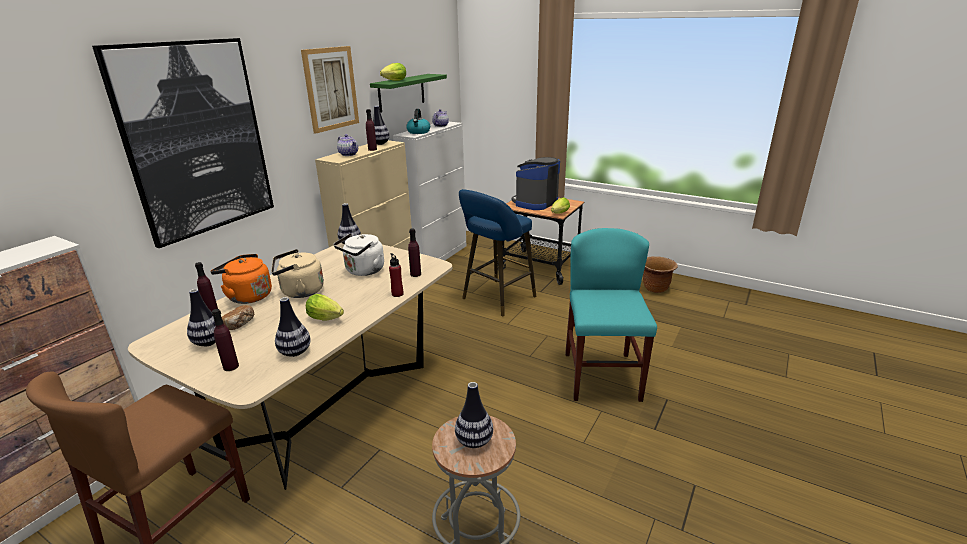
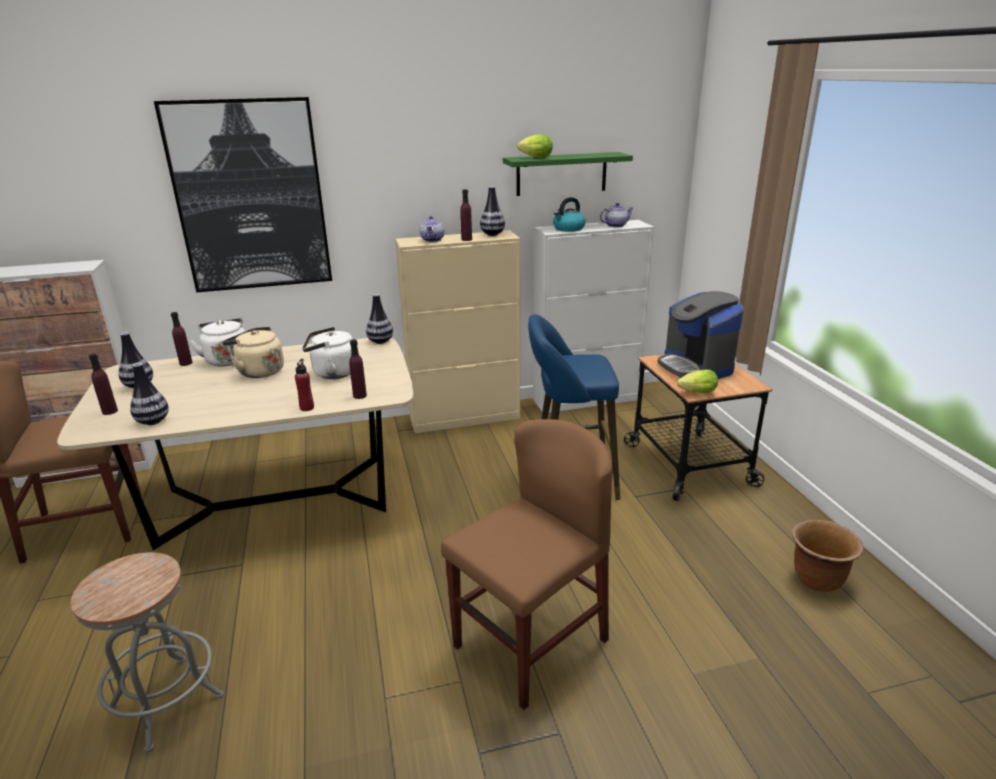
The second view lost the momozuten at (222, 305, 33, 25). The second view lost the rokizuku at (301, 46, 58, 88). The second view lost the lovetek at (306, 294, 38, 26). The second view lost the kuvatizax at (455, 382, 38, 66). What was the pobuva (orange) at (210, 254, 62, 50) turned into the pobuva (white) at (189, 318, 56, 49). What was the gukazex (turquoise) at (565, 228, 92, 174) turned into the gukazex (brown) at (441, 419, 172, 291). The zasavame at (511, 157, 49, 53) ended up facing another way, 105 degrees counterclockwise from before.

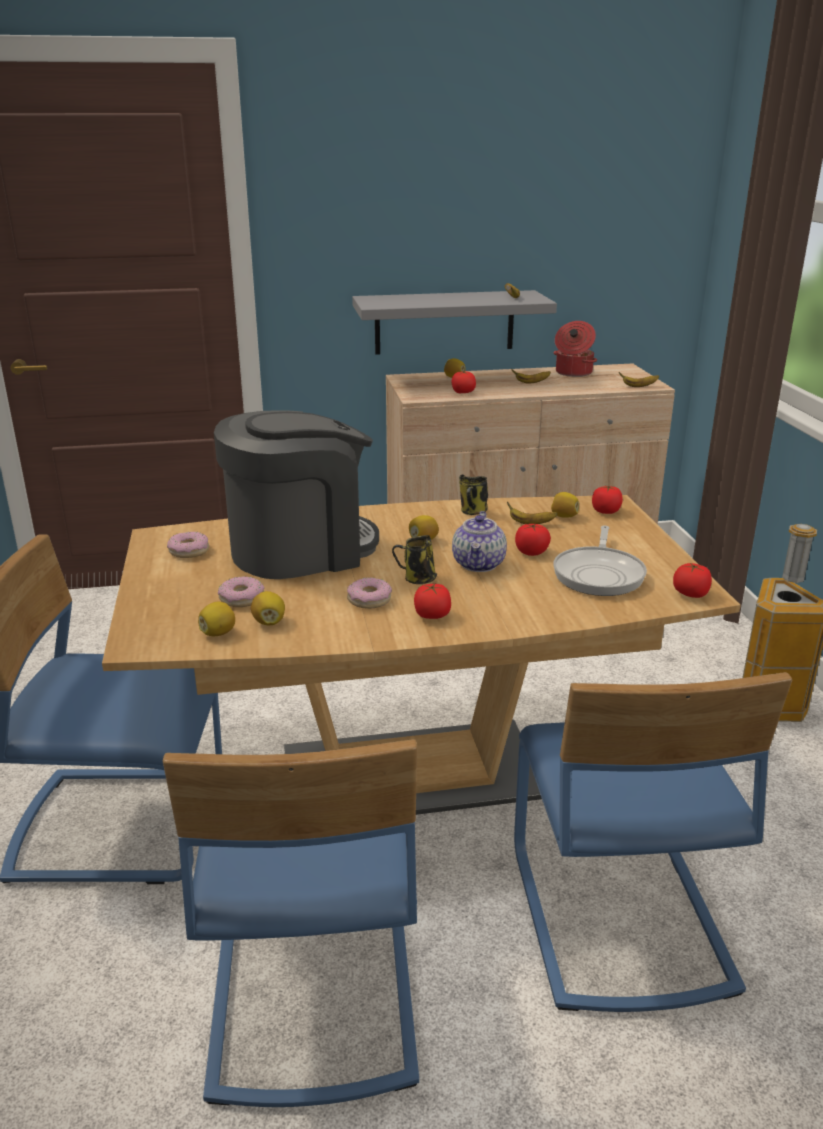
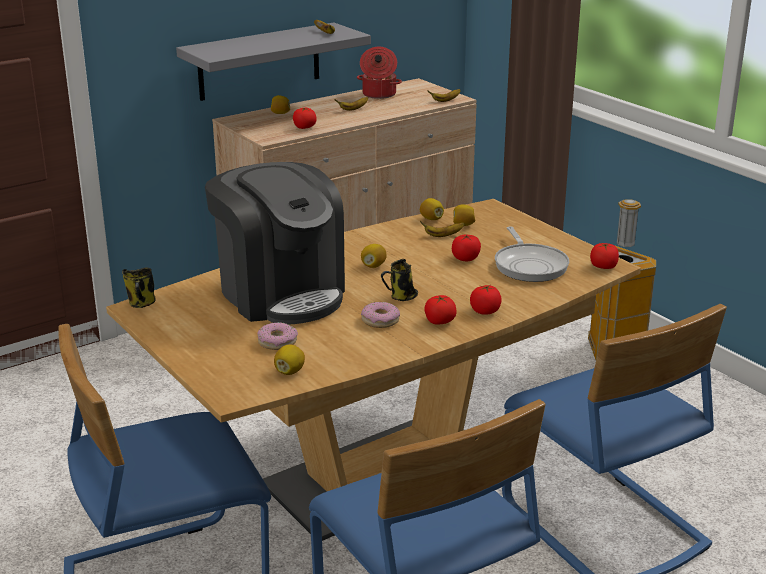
The second view lost the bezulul at (167, 532, 42, 26). The second view lost the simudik at (452, 511, 55, 61). The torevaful ended up elsewhere, having gone from (251, 591, 34, 34) to (420, 198, 24, 22). The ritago ended up elsewhere, having gone from (459, 475, 29, 40) to (122, 268, 34, 40). The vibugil ended up elsewhere, having gone from (592, 485, 31, 29) to (470, 285, 32, 30). The zasavame at (214, 410, 165, 169) ended up facing another way, 105 degrees clockwise from before.

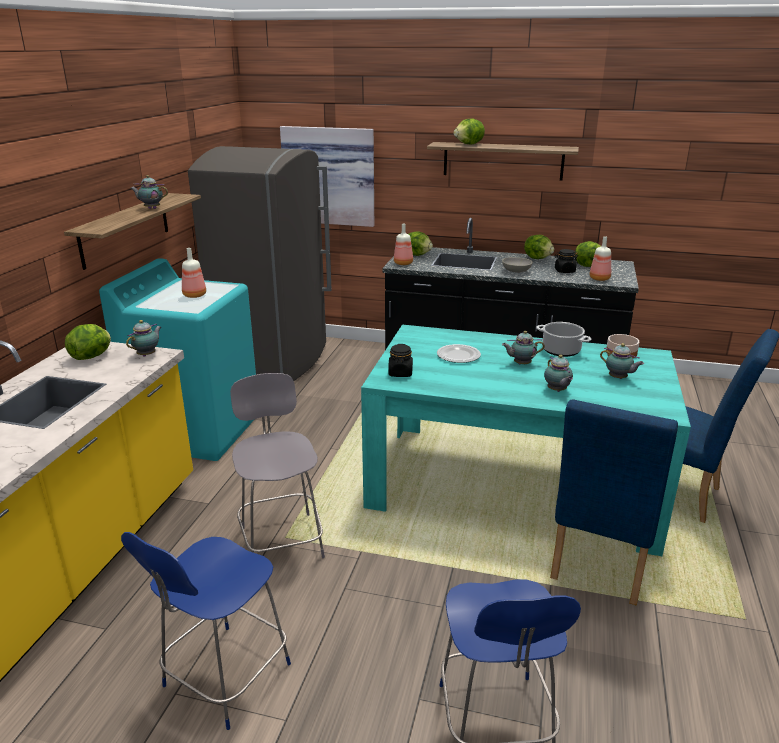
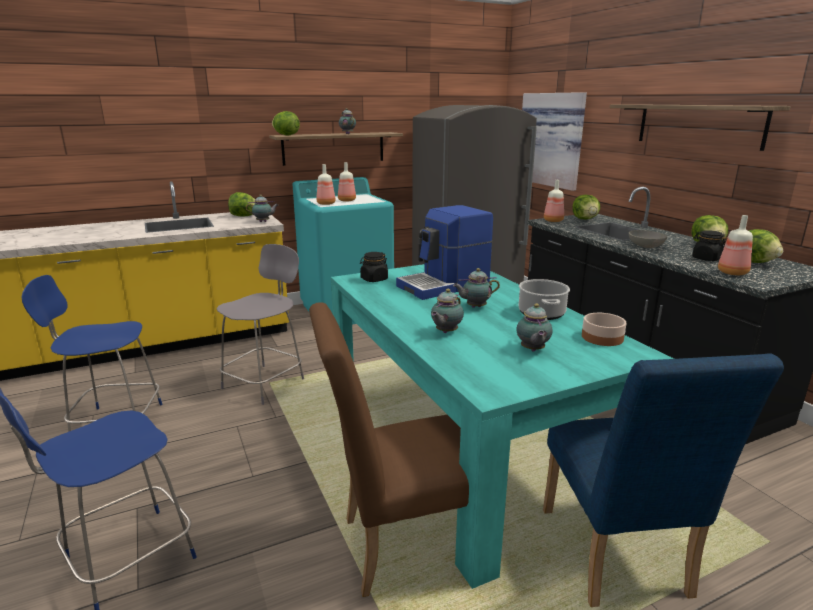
The second view gained the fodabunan at (316, 164, 20, 41). The lovetek ended up elsewhere, having gone from (454, 118, 31, 26) to (272, 111, 28, 25). Where the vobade stood at (437, 344, 44, 19), the zasavame came to stand at (396, 205, 97, 95). What was the gukazex (blue) at (550, 399, 128, 207) turned into the gukazex (brown) at (309, 302, 160, 295). The simudik at (502, 331, 43, 34) ended up facing another way, 60 degrees counterclockwise from before.

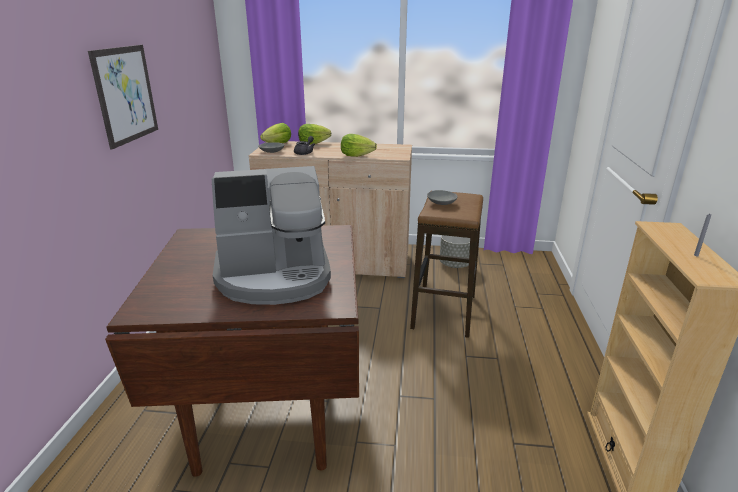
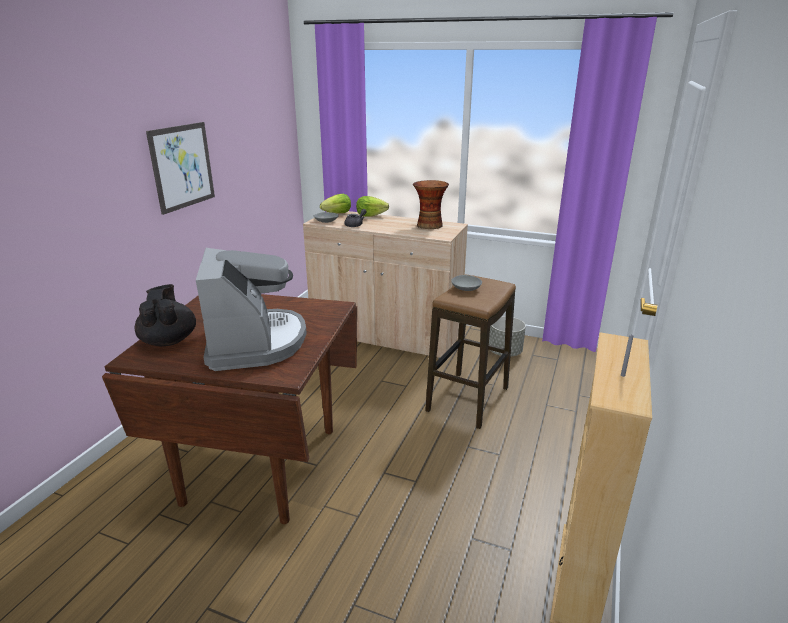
The second view lost the lovetek at (341, 134, 36, 23). The second view gained the simudik (black) at (135, 284, 61, 62). The second view gained the kuvatizax at (413, 180, 36, 49). The zasavame at (212, 166, 119, 139) ended up facing another way, 105 degrees counterclockwise from before.

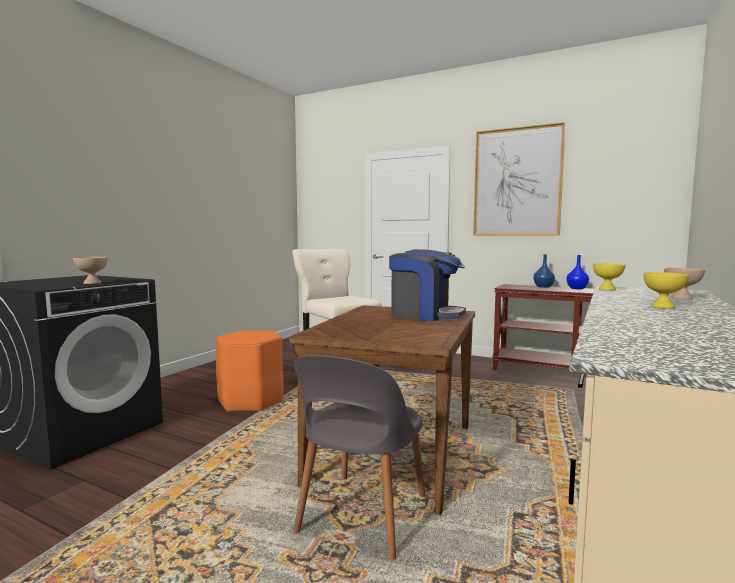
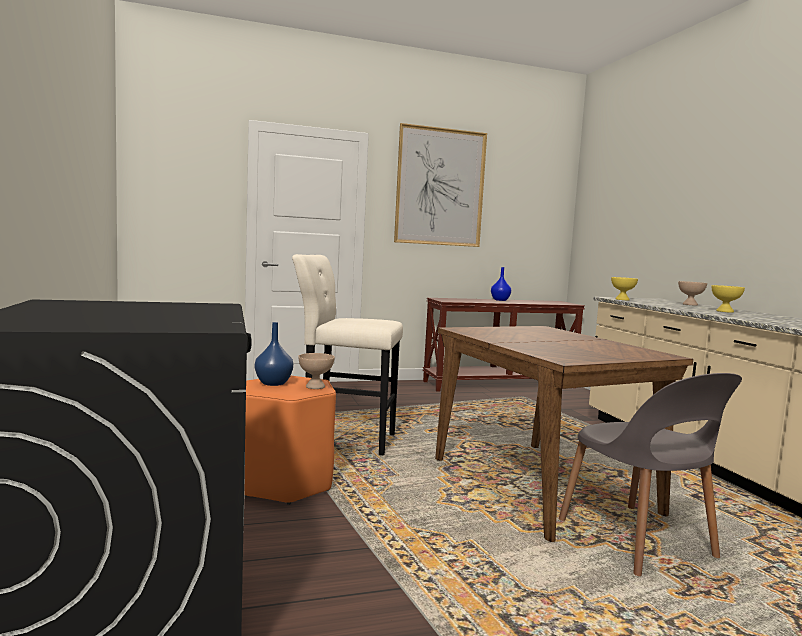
The second view lost the zasavame at (389, 249, 77, 72). The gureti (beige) ended up elsewhere, having gone from (73, 257, 35, 27) to (298, 353, 37, 36). The kuvatizax (blue) ended up elsewhere, having gone from (533, 254, 22, 34) to (255, 322, 38, 64).

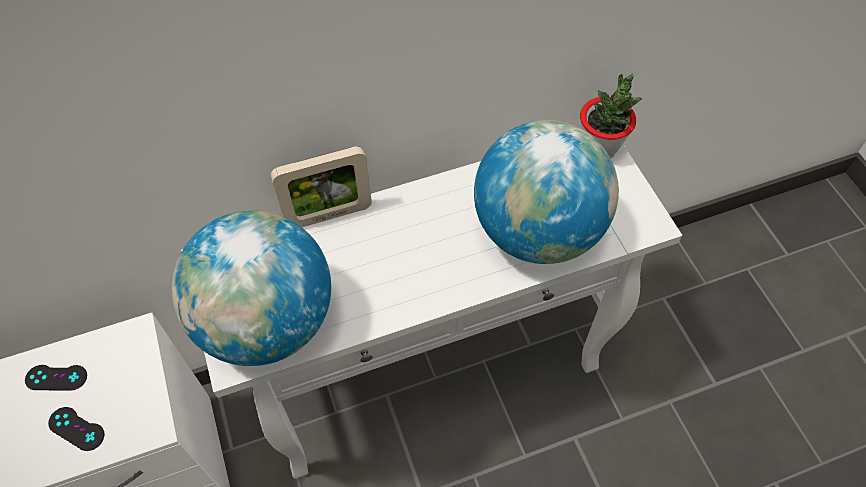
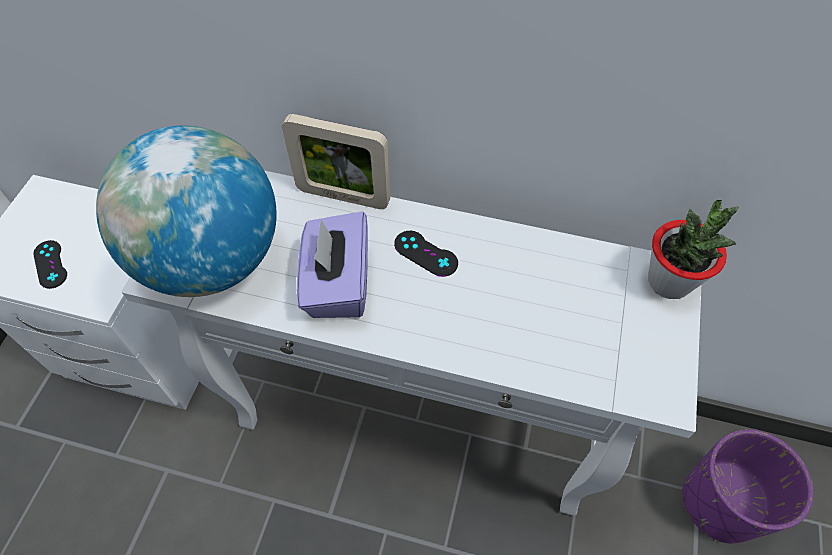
The second view lost the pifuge at (474, 120, 145, 144). The second view gained the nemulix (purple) at (297, 212, 71, 106). The second view gained the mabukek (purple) at (682, 429, 132, 114). The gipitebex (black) ended up elsewhere, having gone from (25, 365, 62, 26) to (394, 231, 64, 46).

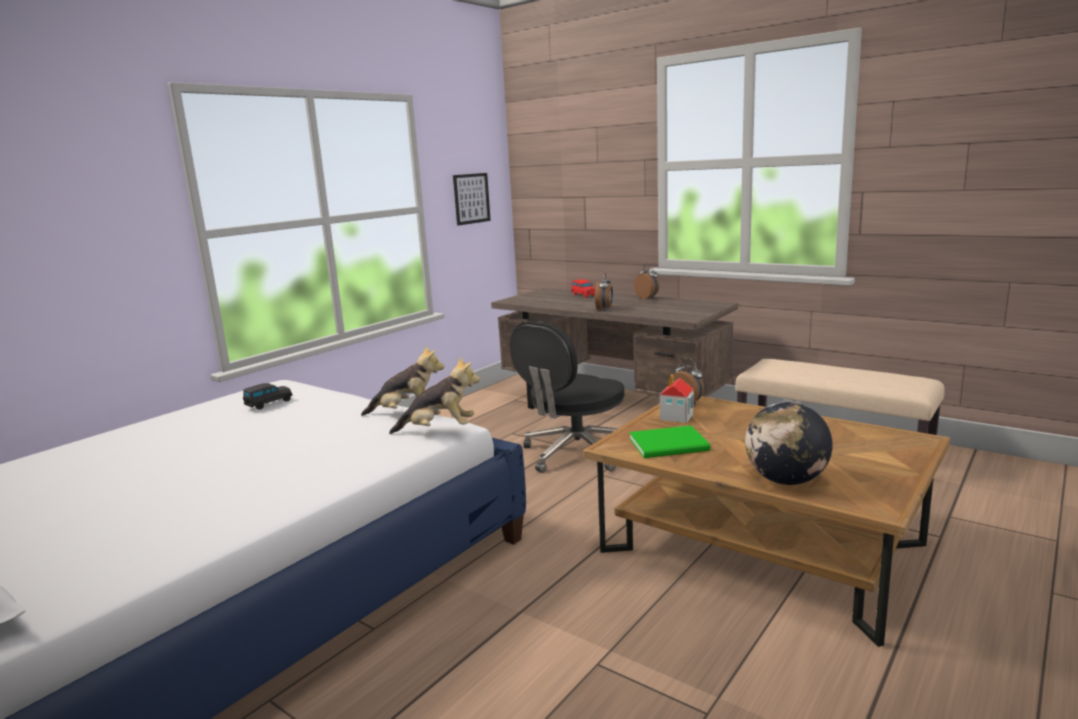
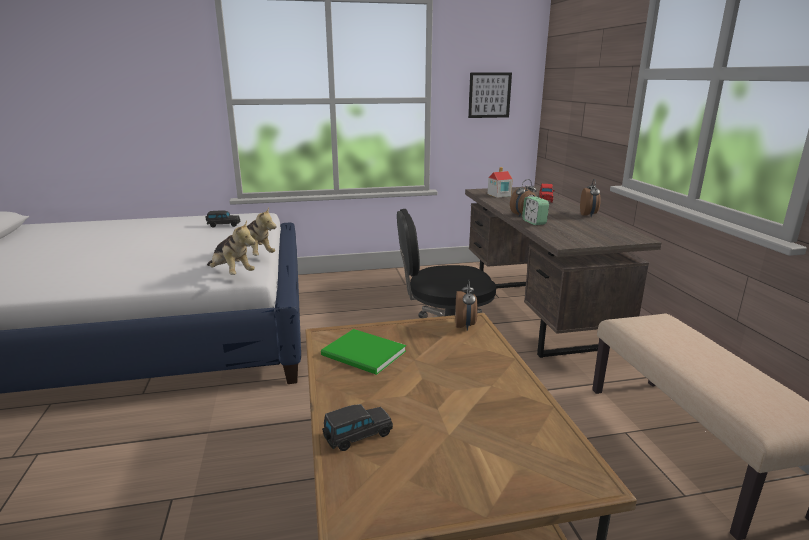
The second view gained the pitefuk at (522, 197, 27, 28). The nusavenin ended up elsewhere, having gone from (660, 374, 34, 49) to (488, 167, 25, 31). Where the pifuge stood at (745, 402, 88, 83), the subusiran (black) came to stand at (322, 404, 71, 47).

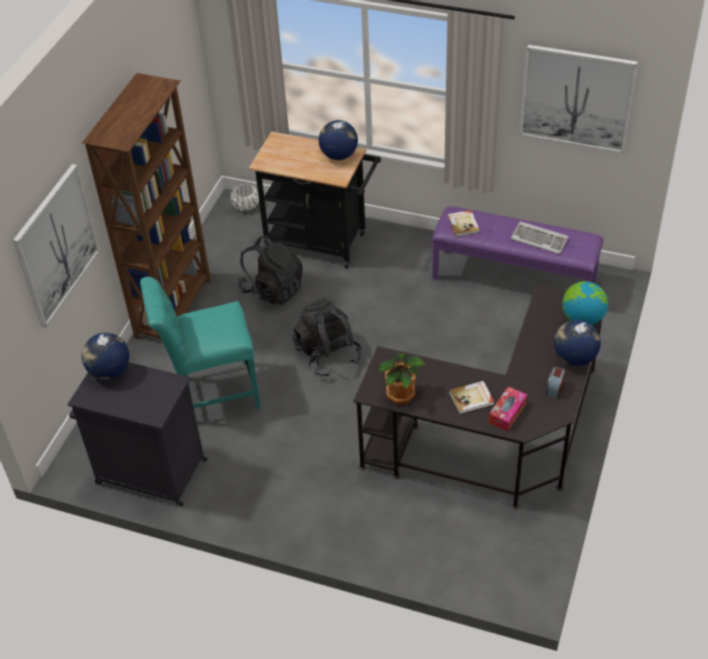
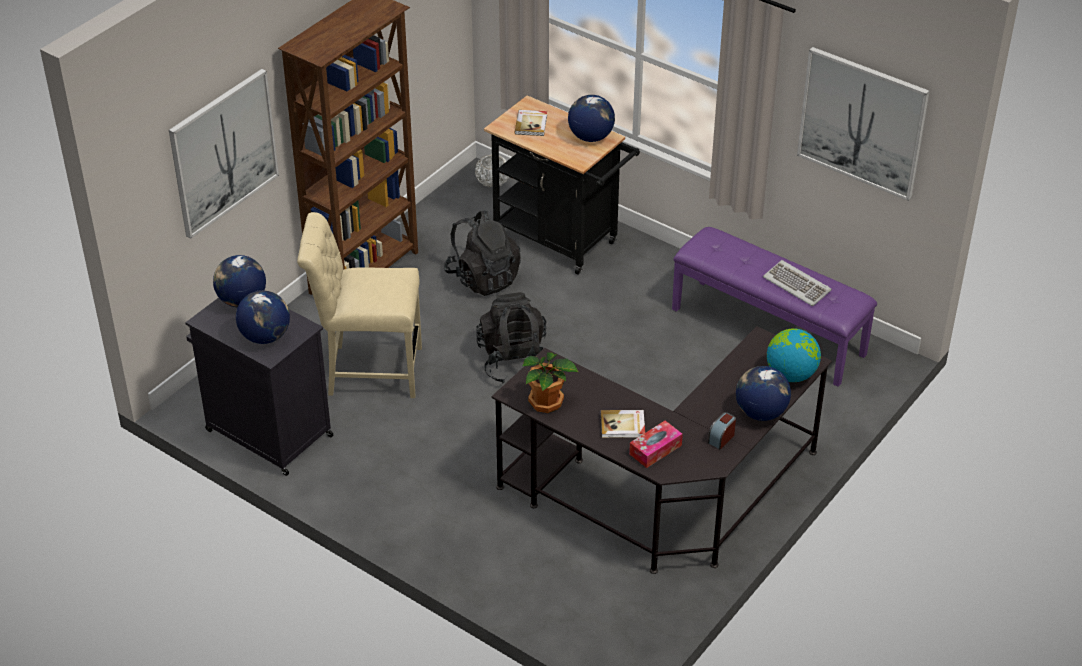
The second view gained the pifuge at (236, 290, 54, 54). The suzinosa ended up elsewhere, having gone from (447, 210, 33, 27) to (514, 110, 33, 26). What was the gukazex (turquoise) at (140, 277, 121, 132) turned into the gukazex (beige) at (297, 212, 125, 186).

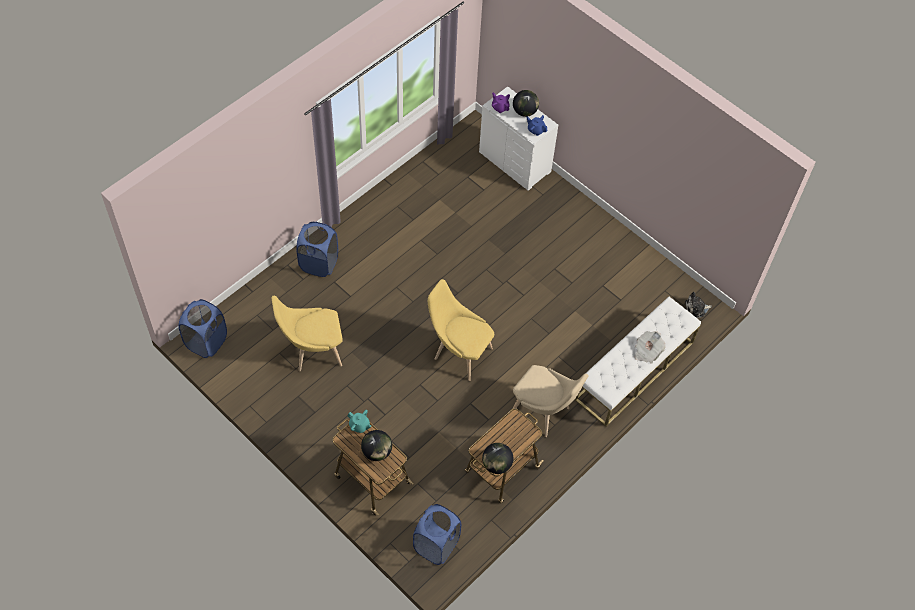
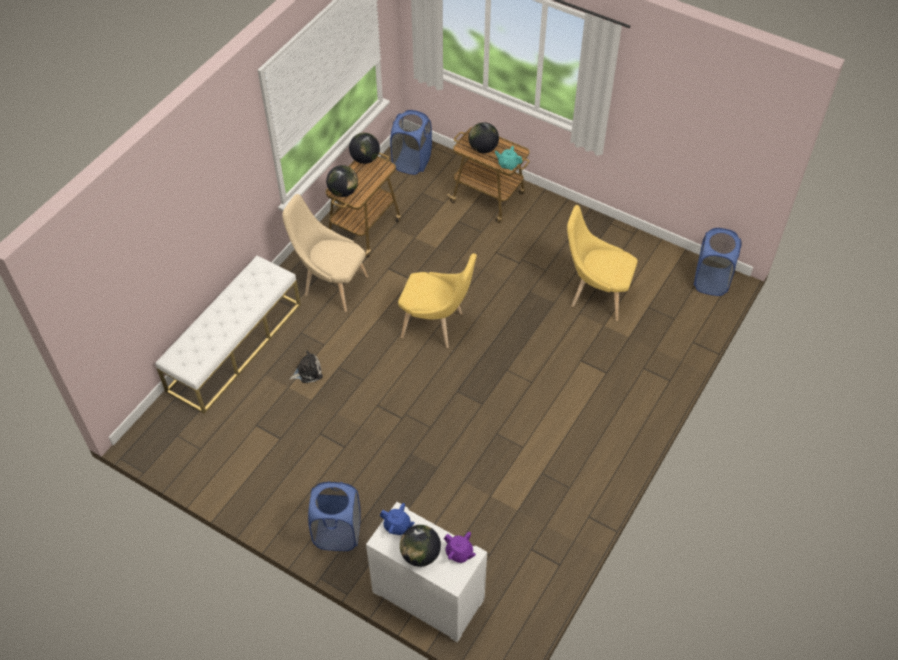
The second view lost the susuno at (635, 331, 30, 33). The second view gained the pifuge at (326, 165, 32, 32). The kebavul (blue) ended up elsewhere, having gone from (296, 222, 42, 55) to (308, 481, 53, 70). The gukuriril ended up elsewhere, having gone from (685, 292, 27, 26) to (289, 351, 34, 32). The gukazex (yellow) at (272, 295, 71, 76) ended up facing another way, 135 degrees counterclockwise from before.

